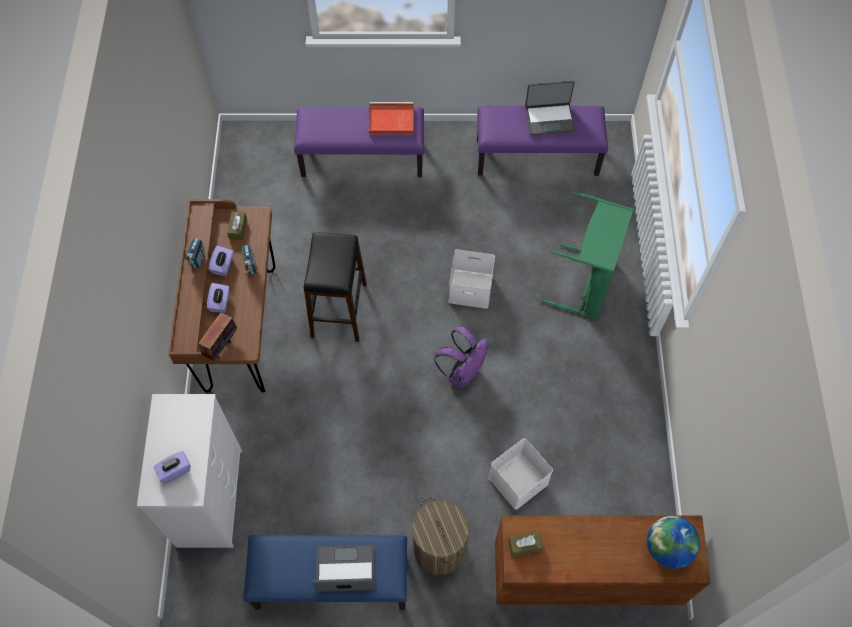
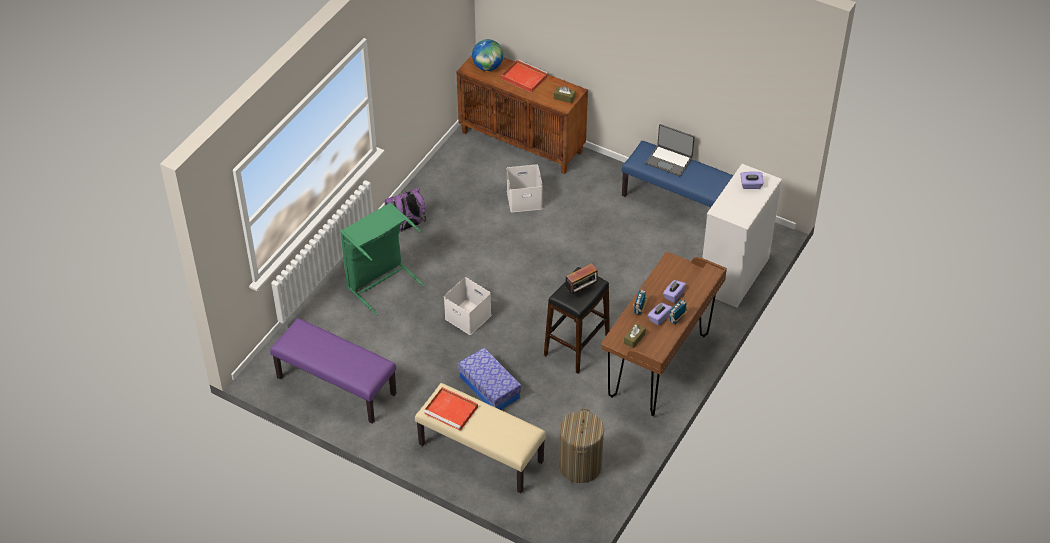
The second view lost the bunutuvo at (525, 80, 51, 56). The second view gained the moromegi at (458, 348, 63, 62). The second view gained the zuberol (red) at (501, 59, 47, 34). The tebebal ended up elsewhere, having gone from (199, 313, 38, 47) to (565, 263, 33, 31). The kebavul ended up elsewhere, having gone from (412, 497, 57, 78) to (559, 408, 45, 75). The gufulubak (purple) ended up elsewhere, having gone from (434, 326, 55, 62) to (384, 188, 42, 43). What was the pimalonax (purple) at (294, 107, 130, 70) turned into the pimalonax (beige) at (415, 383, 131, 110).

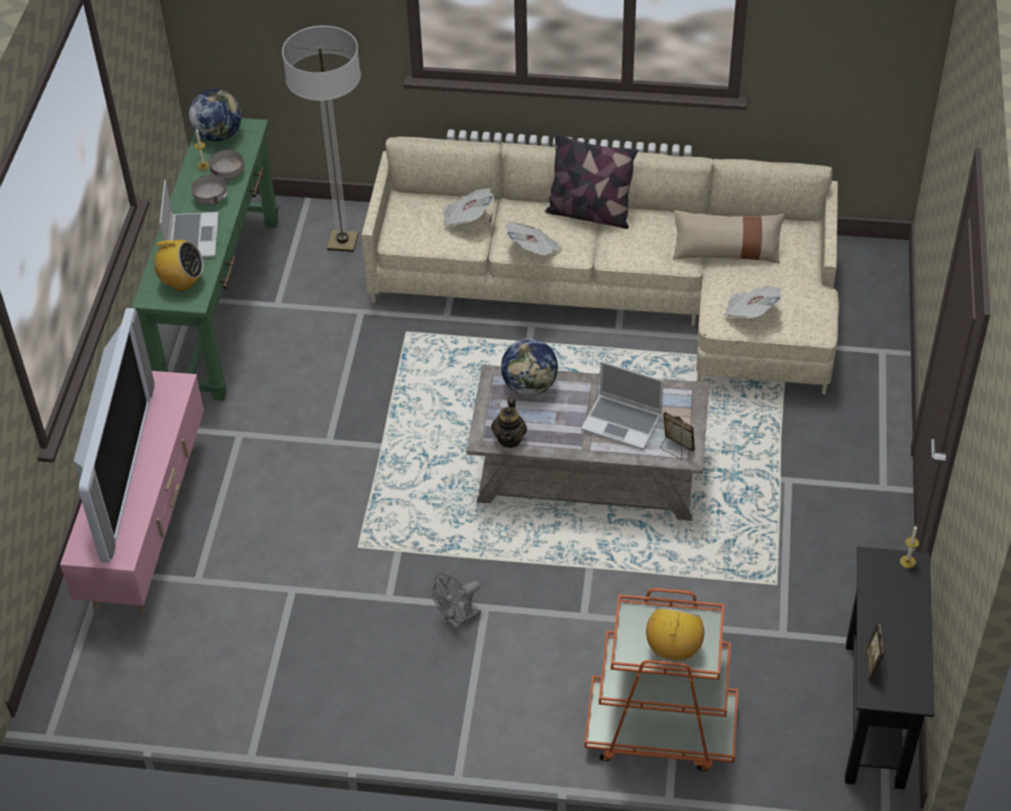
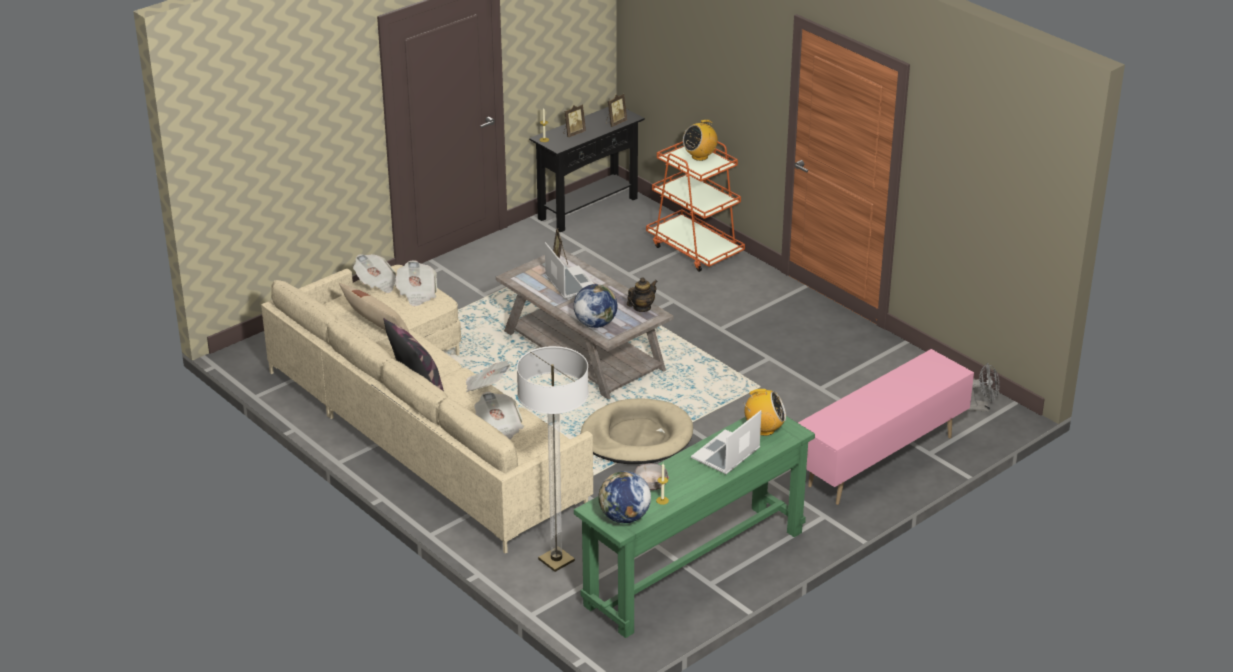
The second view lost the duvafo at (74, 308, 81, 254). The second view lost the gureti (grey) at (191, 174, 36, 31). The second view gained the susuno at (353, 254, 43, 39). The second view gained the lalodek at (564, 105, 22, 32). The second view gained the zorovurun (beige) at (581, 398, 112, 66). The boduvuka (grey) ended up elsewhere, having gone from (433, 573, 48, 57) to (967, 363, 33, 49). The tebebal at (147, 240, 57, 51) ended up facing another way, 135 degrees clockwise from before.

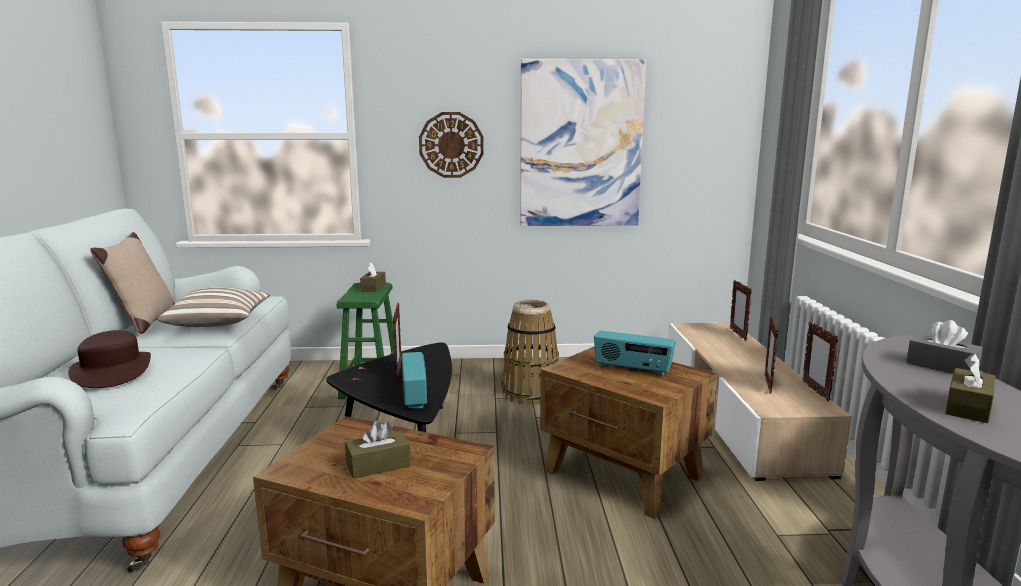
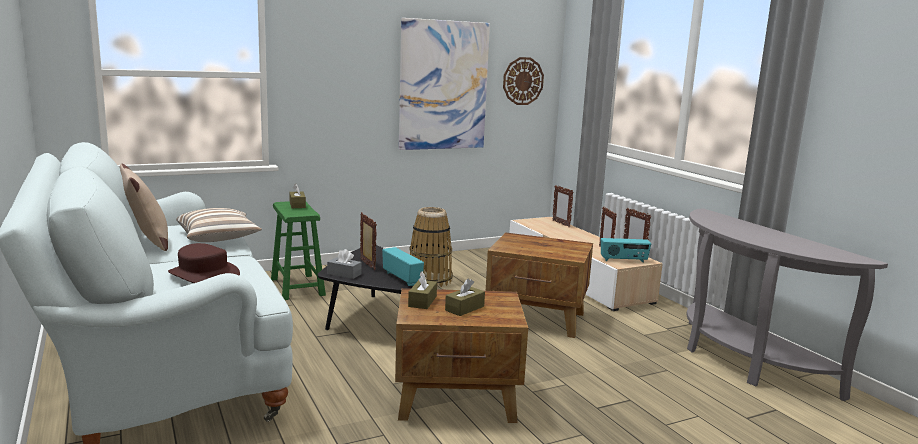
The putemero ended up elsewhere, having gone from (419, 112, 65, 66) to (503, 57, 41, 48). The tebebal ended up elsewhere, having gone from (594, 330, 82, 47) to (601, 238, 50, 24). The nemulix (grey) ended up elsewhere, having gone from (906, 320, 77, 54) to (327, 249, 35, 30). The nemulix (brown) ended up elsewhere, having gone from (945, 354, 51, 69) to (408, 272, 29, 37).

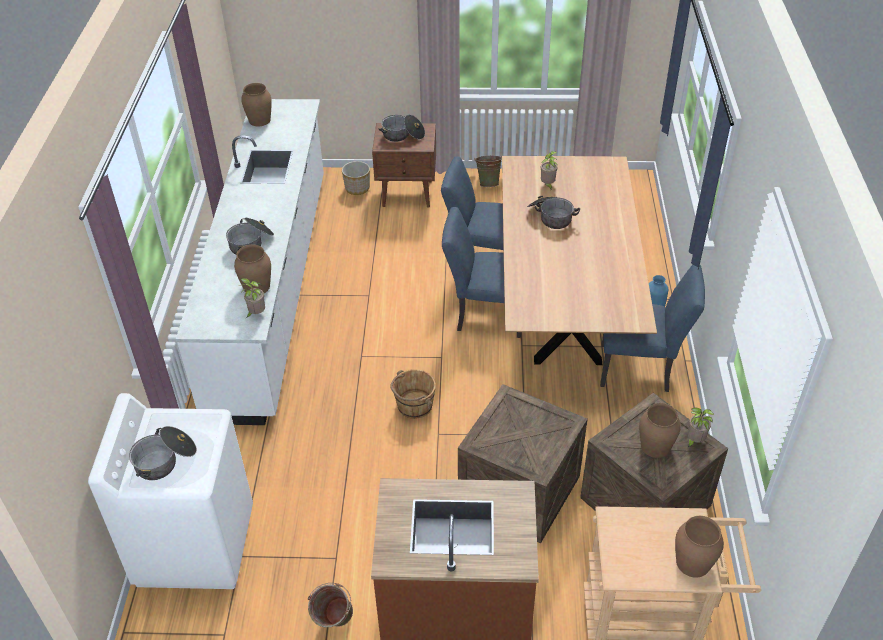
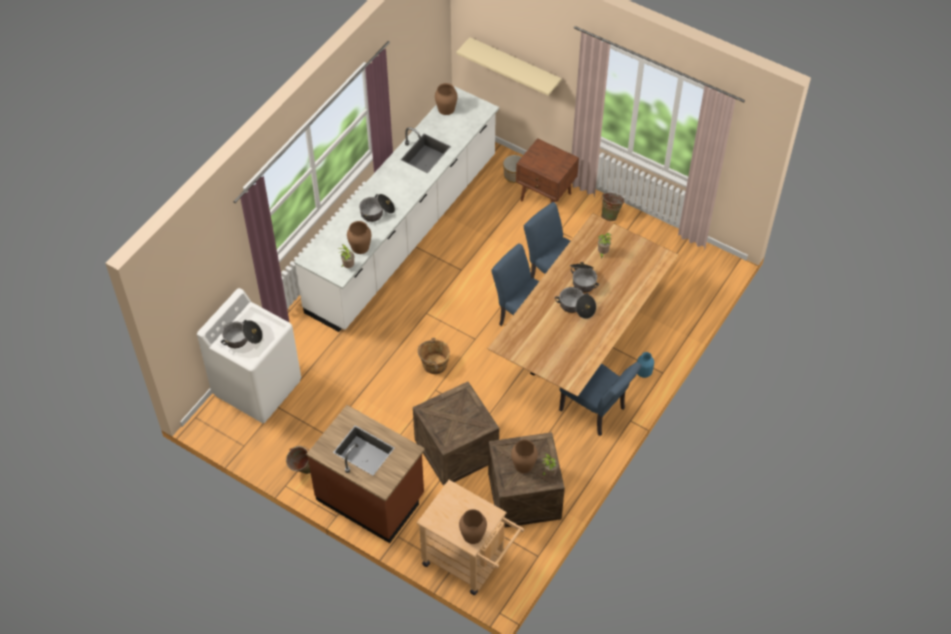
The second view gained the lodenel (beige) at (456, 37, 106, 59). The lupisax ended up elsewhere, having gone from (378, 115, 47, 27) to (555, 287, 41, 32).

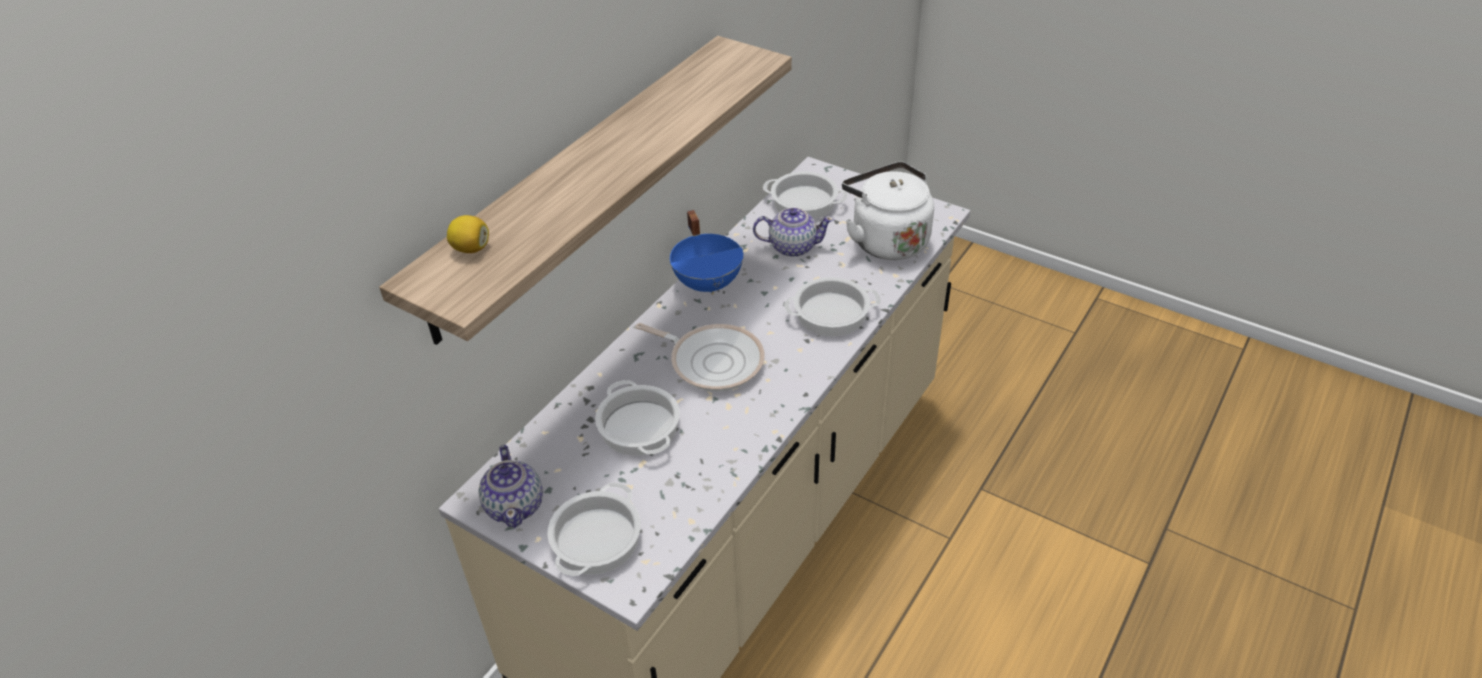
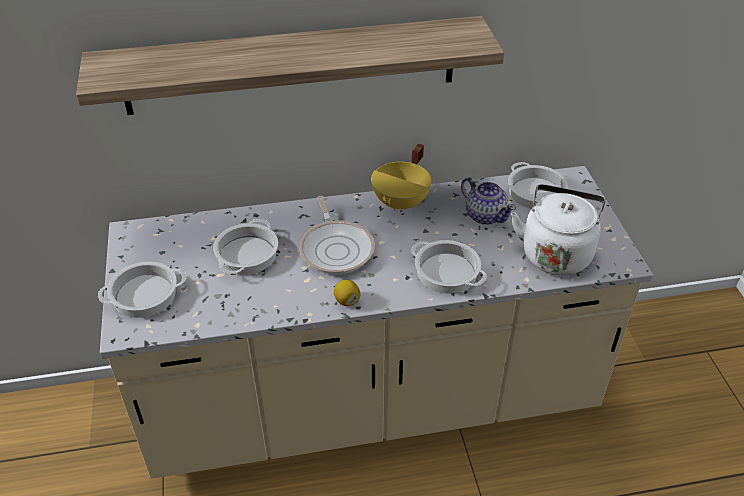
The second view lost the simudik at (478, 445, 65, 83). The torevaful ended up elsewhere, having gone from (447, 215, 42, 38) to (334, 280, 26, 26). What was the lupisax (blue) at (670, 210, 74, 85) turned into the lupisax (yellow) at (371, 144, 61, 67).

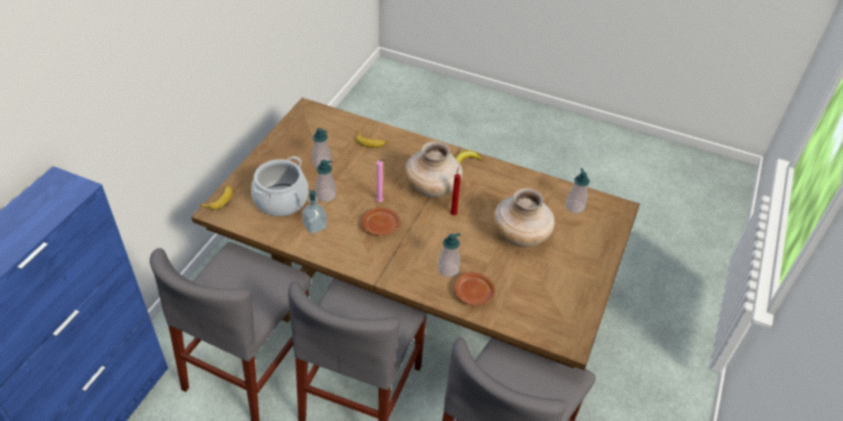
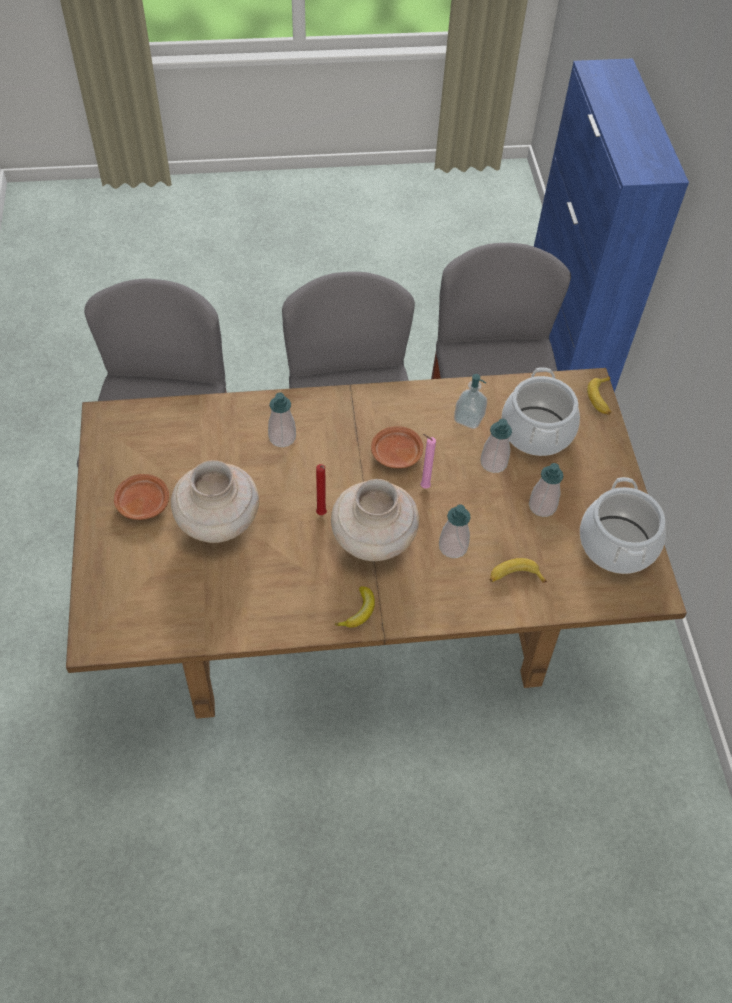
The second view gained the lupisax at (580, 477, 86, 97). The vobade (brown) ended up elsewhere, having gone from (454, 272, 41, 34) to (114, 474, 55, 46). The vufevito ended up elsewhere, having gone from (566, 168, 24, 45) to (439, 505, 31, 53).

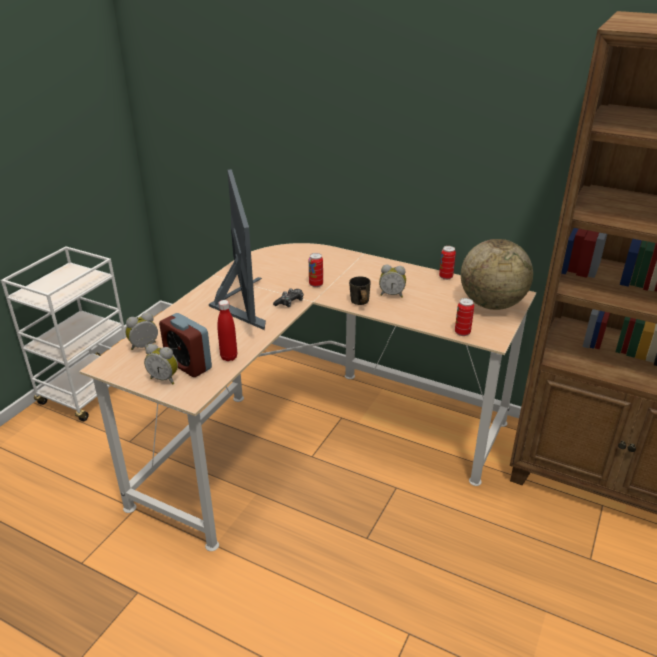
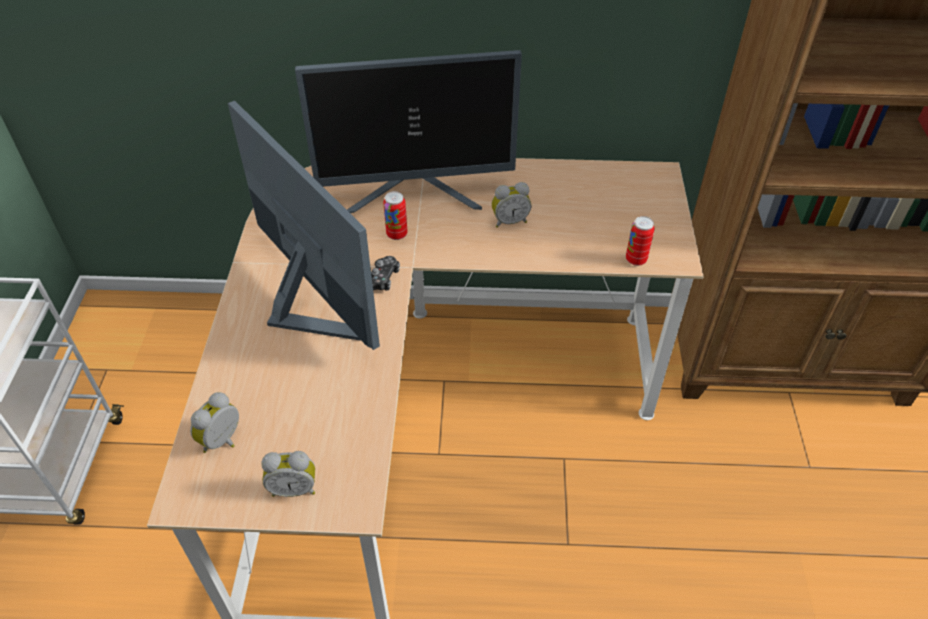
The second view lost the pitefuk at (159, 313, 53, 64). The second view lost the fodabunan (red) at (217, 300, 20, 61). The second view lost the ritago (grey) at (349, 276, 22, 29). The second view lost the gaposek at (439, 246, 17, 34). The second view lost the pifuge at (461, 239, 72, 71). The second view gained the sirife at (295, 50, 227, 163).

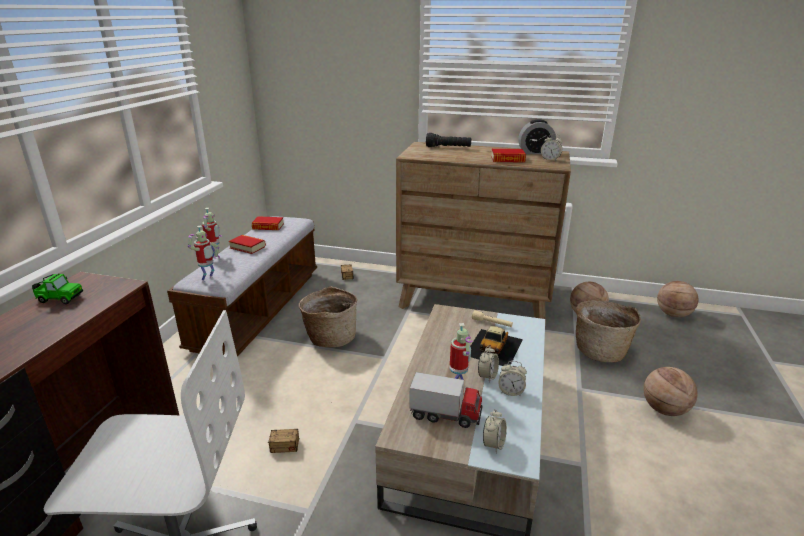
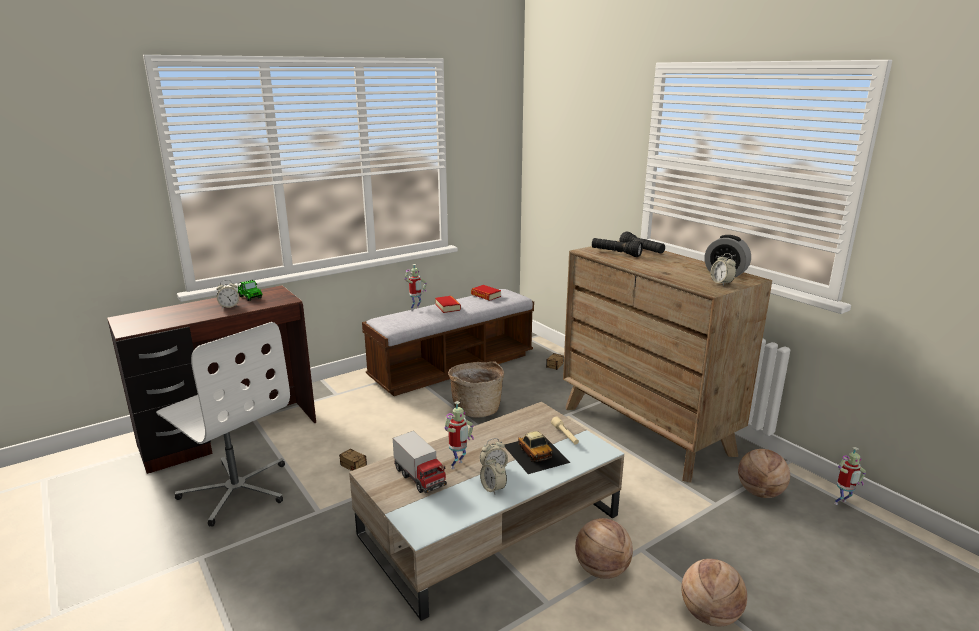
The second view lost the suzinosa at (491, 149, 35, 14). The second view lost the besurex at (576, 300, 65, 62). The second view gained the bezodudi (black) at (592, 238, 51, 19). The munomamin ended up elsewhere, having gone from (188, 226, 32, 57) to (834, 447, 32, 58). The pitefuk ended up elsewhere, having gone from (483, 409, 24, 44) to (216, 280, 23, 29). The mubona ended up elsewhere, having gone from (657, 281, 41, 36) to (575, 518, 58, 61). The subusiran at (470, 326, 53, 40) ended up facing another way, 90 degrees counterclockwise from before.

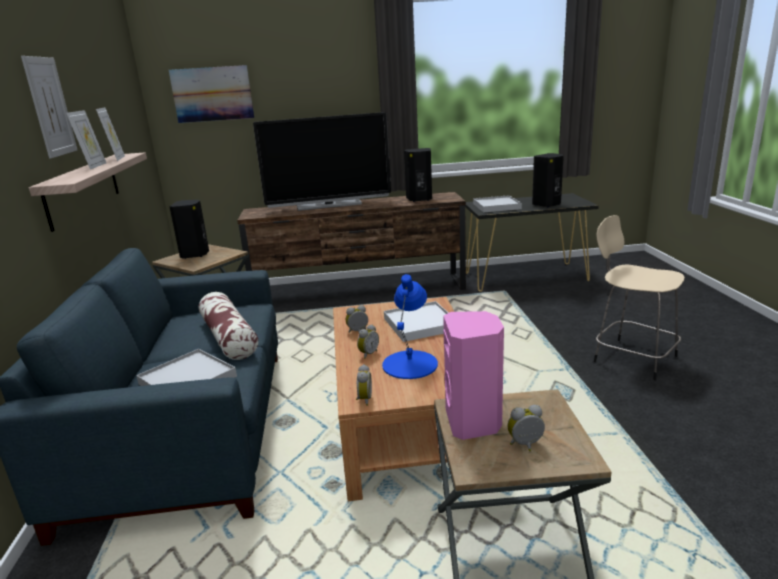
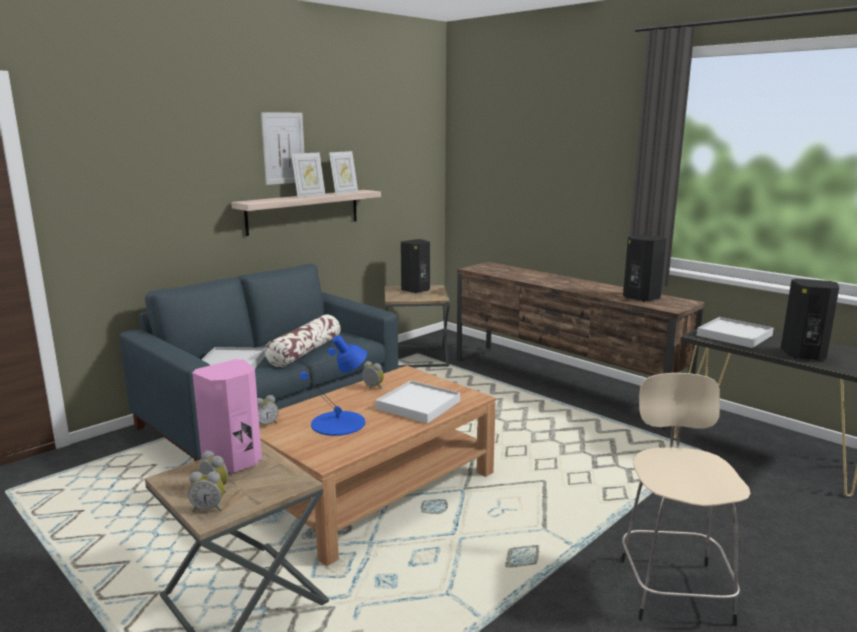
The second view lost the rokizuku at (169, 65, 85, 58). The second view lost the duvafo at (253, 112, 138, 99). The pitefuk ended up elsewhere, having gone from (357, 324, 22, 35) to (188, 471, 36, 41).

